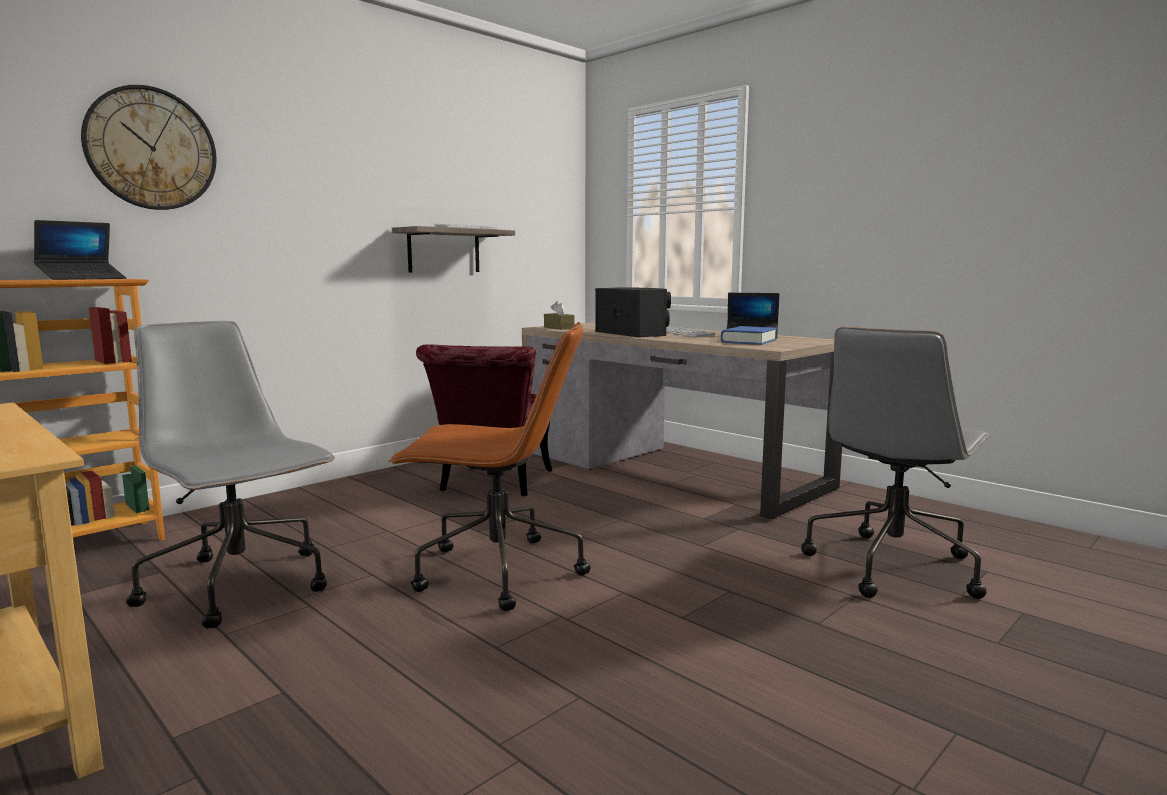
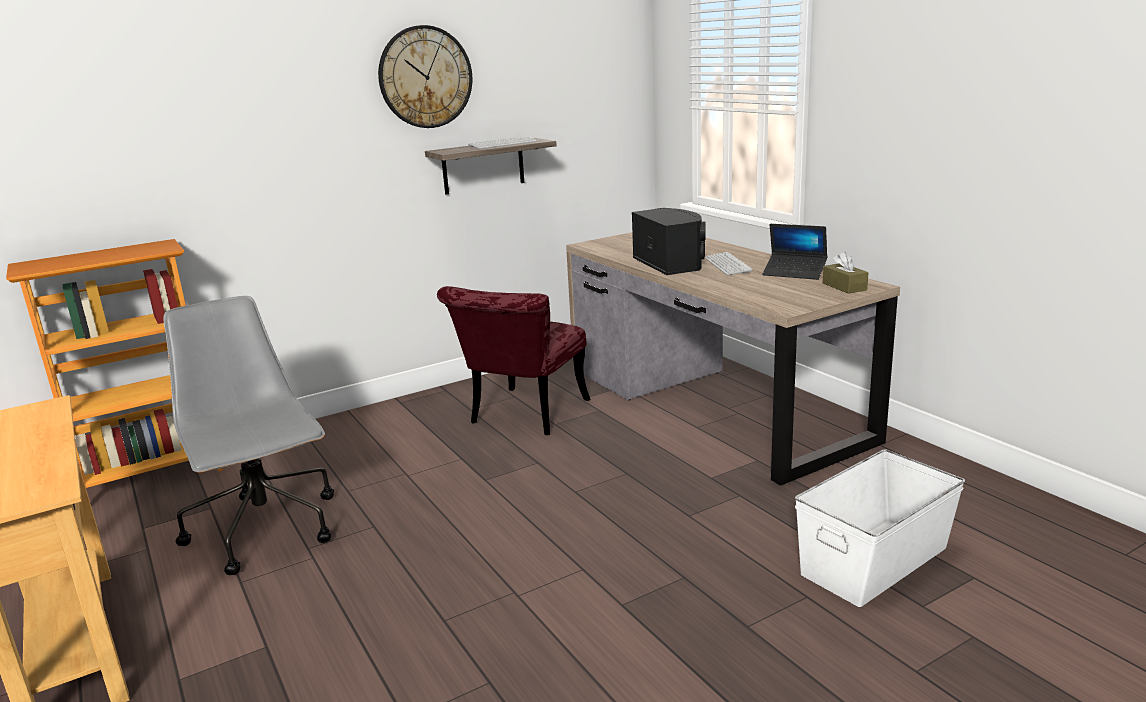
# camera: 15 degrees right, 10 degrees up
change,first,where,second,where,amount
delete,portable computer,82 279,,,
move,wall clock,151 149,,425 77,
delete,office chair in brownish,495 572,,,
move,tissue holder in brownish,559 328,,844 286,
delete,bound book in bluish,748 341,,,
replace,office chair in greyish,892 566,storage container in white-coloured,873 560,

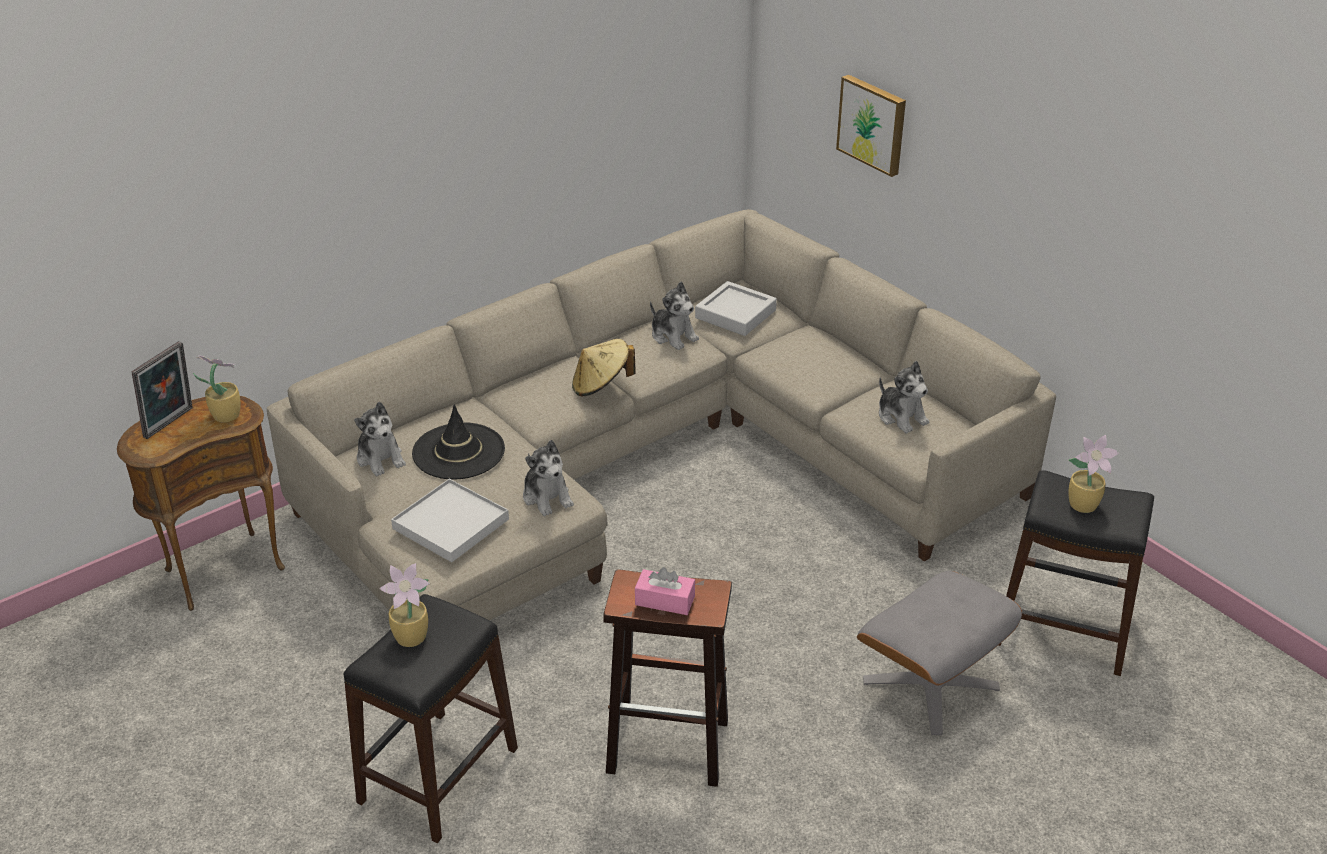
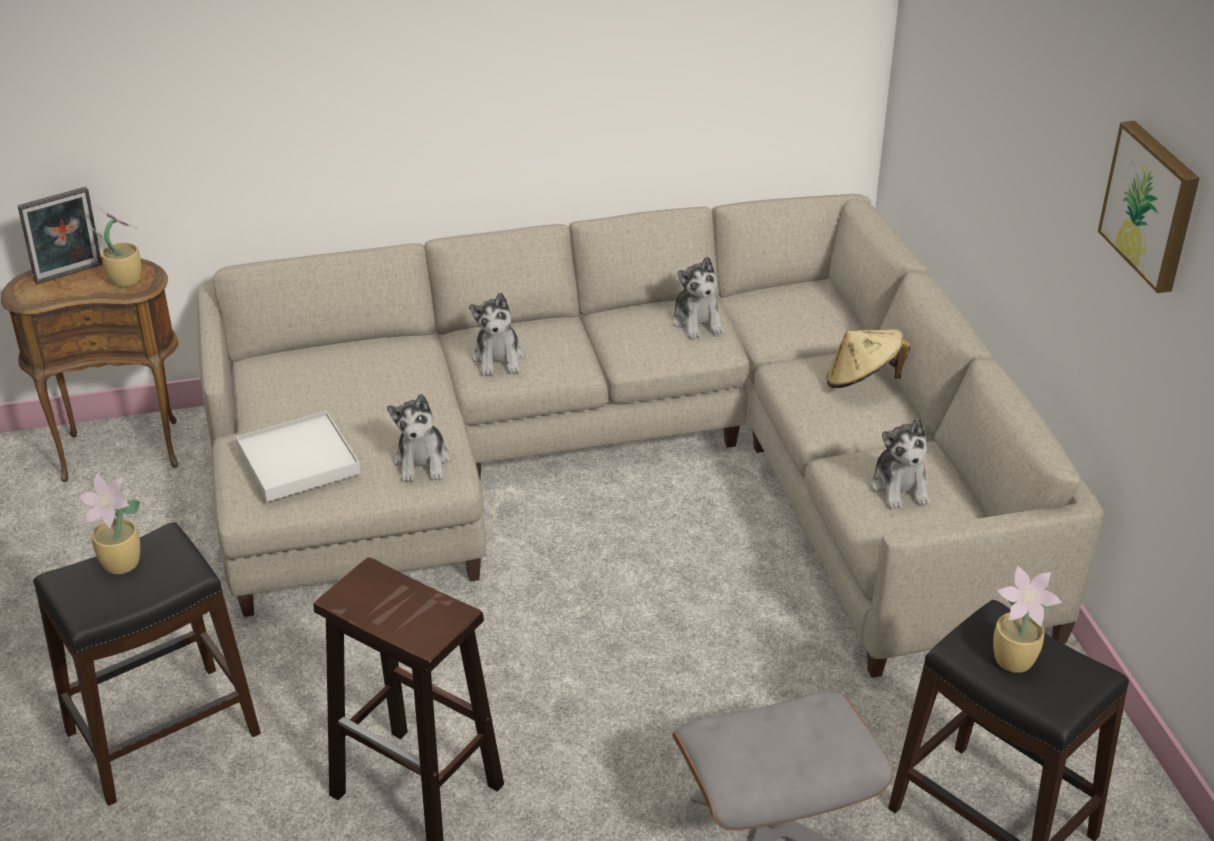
# camera: 25 degrees right, 0 degrees up
change,first,where,second,where,amount
move,plush toy,380 458,,498 358,
delete,wearable hat in blackish,458 452,,,
move,wearable hat in beige-coloured,601 386,,862 381,
delete,tissue holder in pink-coloured,665 600,,,
delete,serving tray in greyish,735 314,,,
move,wall picture,873 124,,1153 205,

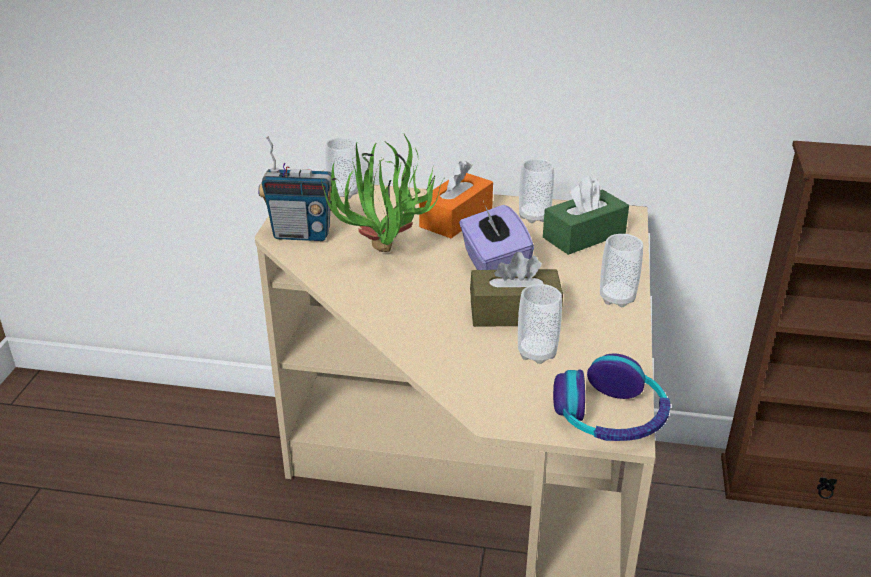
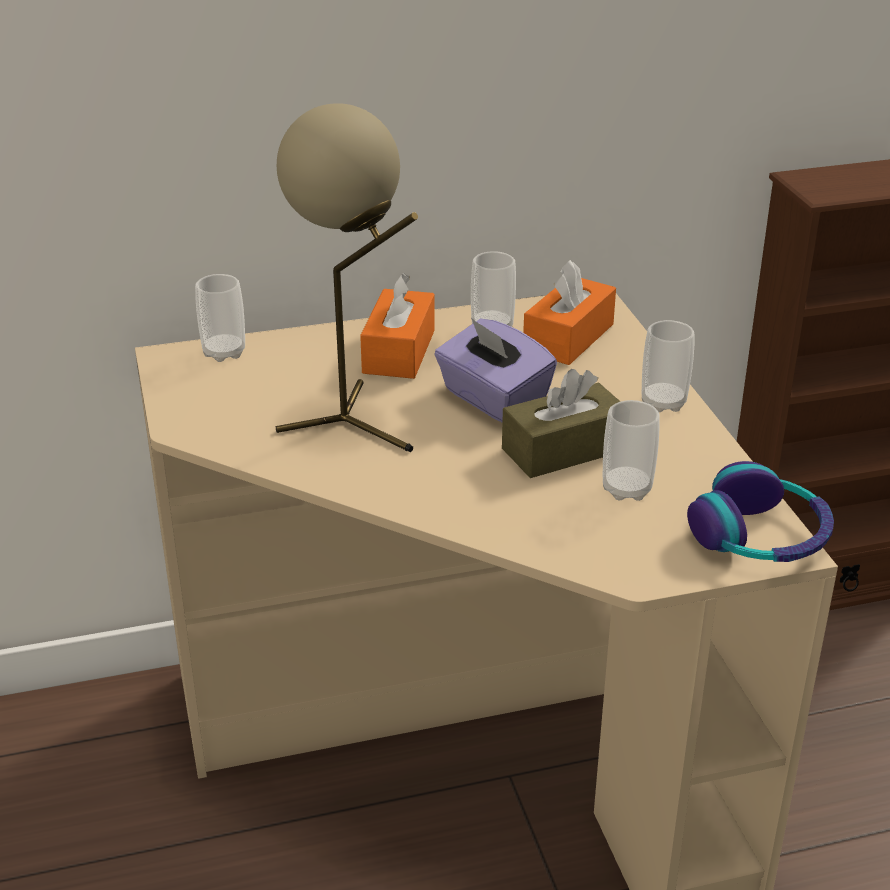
# camera: 25 degrees left, 0 degrees up
change,first,where,second,where,amount
delete,radio receiver,302 234,,,
replace,potted plant,385 259,lamp for a table in beige-coloured,353 424,
recolor,tissue holder in greenish,584 235,tissue holder in orange-coloured,568 338,

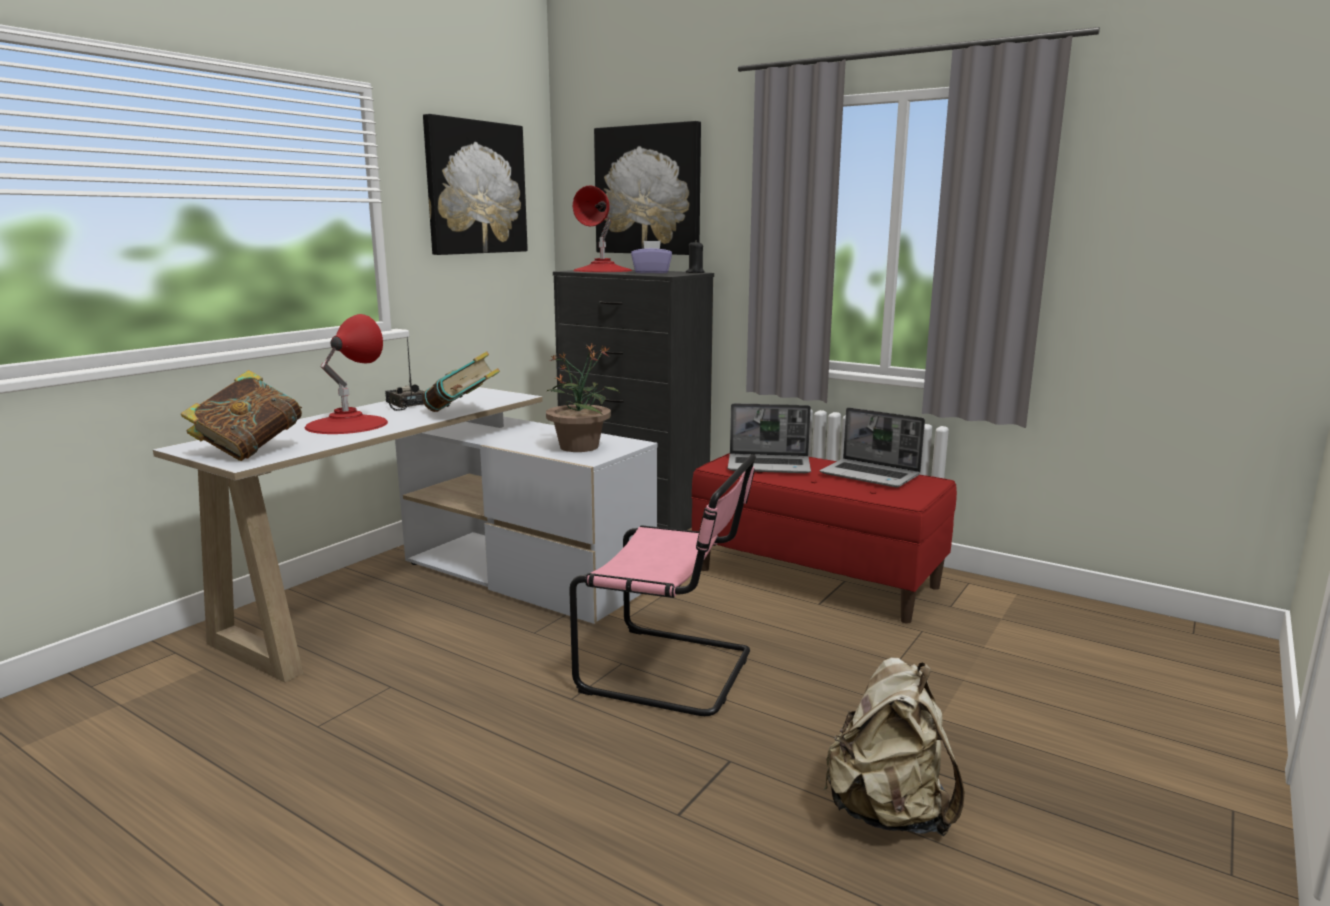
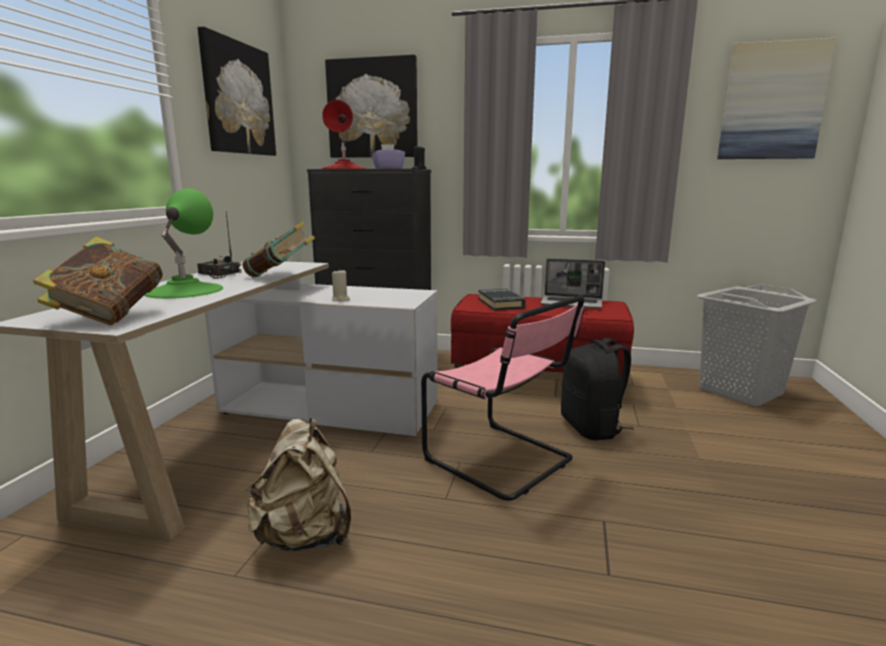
# camera: 20 degrees left, 0 degrees up
change,first,where,second,where,amount
recolor,lamp for a table in red-coloured,346 424,lamp for a table in greenish,184 290,
delete,potted plant,579 446,,,
rotate,upright chair in pink-coloured,673 671,,503 461,45 degrees clockwise
replace,portable computer,770 465,bound book in blackish,501 303,
move,backpack in beige-coloured,888 812,,304 536,
insert,,,wax light in beige-coloured,340 299,
insert,,,backpack in blackish,592 428,
insert,,,washing basket in greyish,741 392,
insert,,,wall picture,772 102,

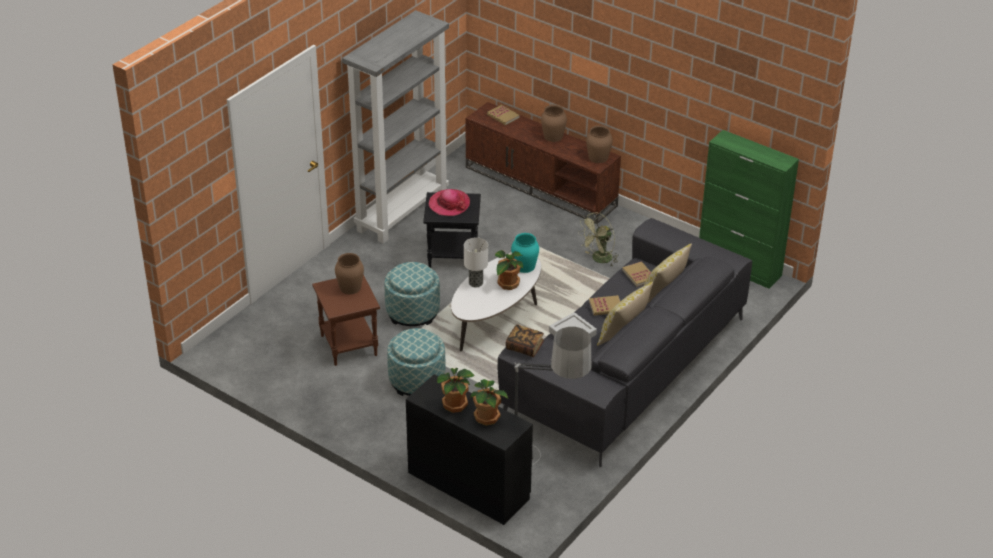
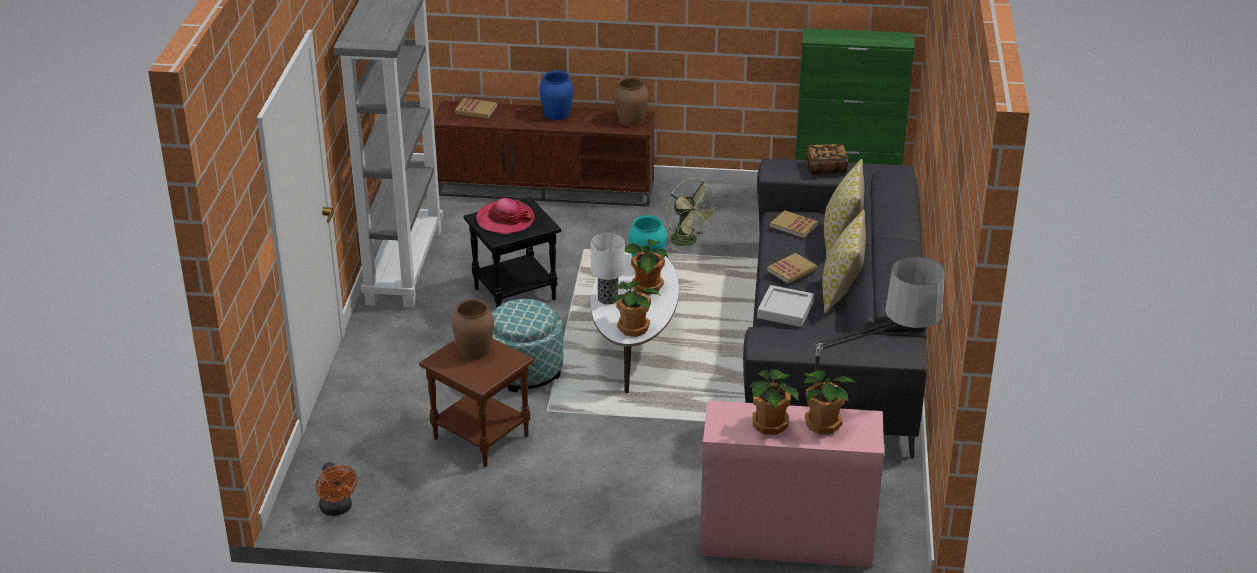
# camera: 30 degrees left, 5 degrees down
change,first,where,second,where,amount
delete,ottoman,417 380,,,
recolor,desk table in blackish,468 485,desk table in pink-coloured,785 540,
move,bound book,524 347,,826 167,
recolor,vase in brownish,553 136,vase in bluish,557 113,
rotate,fan in greenish,599 260,,688 241,60 degrees counterclockwise
insert,,,fan in orange-coloured,337 509,
insert,,,potted plant,634 328,

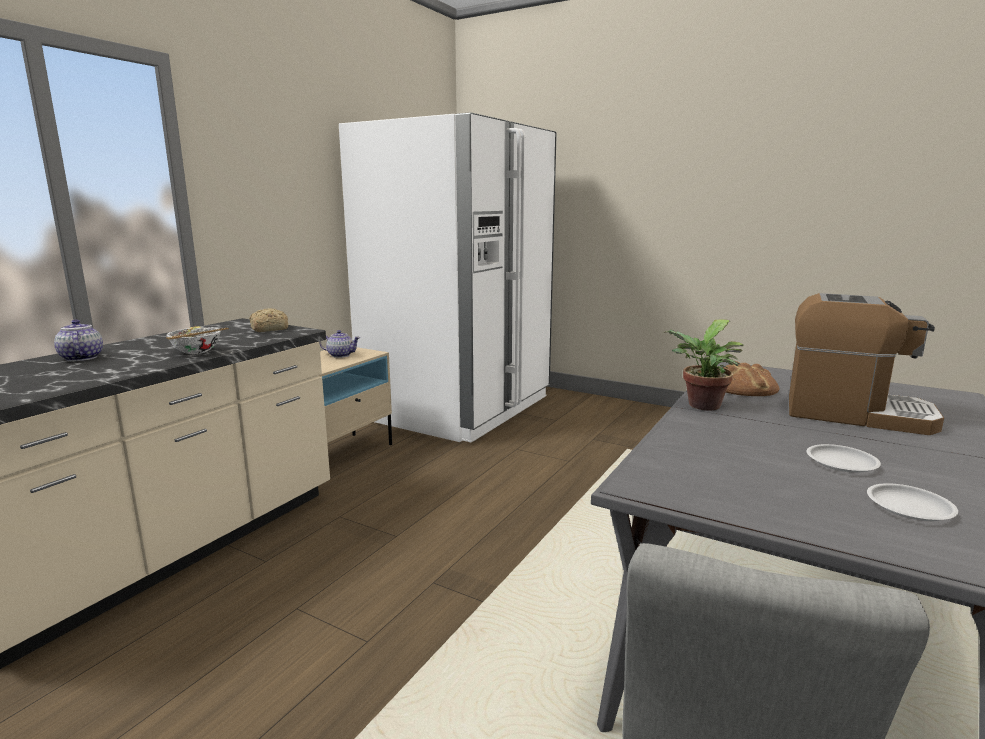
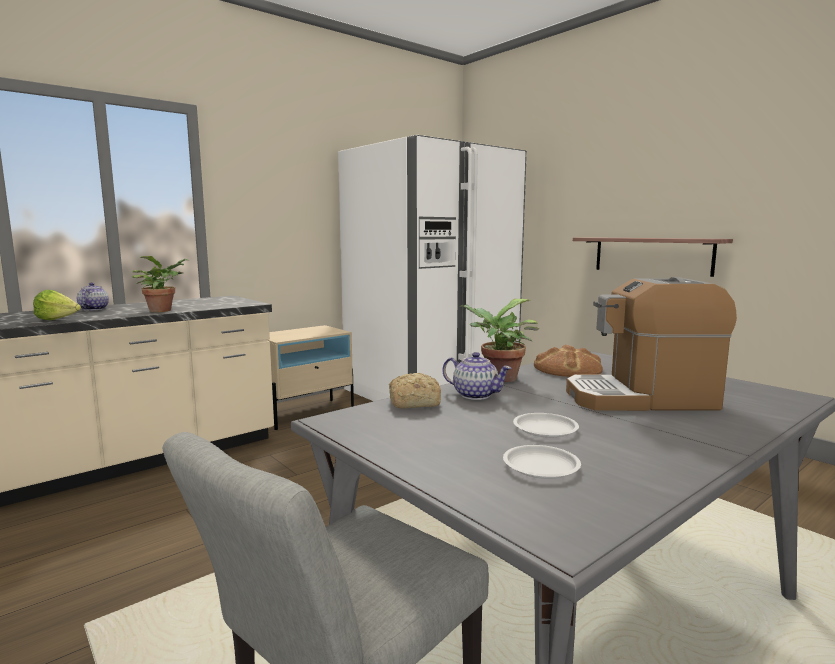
# camera: 20 degrees right, 5 degrees down
change,first,where,second,where,amount
replace,deep dish,197 352,potted plant,163 310,
move,bakery bread,268 329,,412 403,
move,pot for tea,340 355,,475 395,
rotate,coffee machine,854 414,,641 398,135 degrees clockwise
insert,,,lettuce head,58 320,
insert,,,wall shelf,651 255,

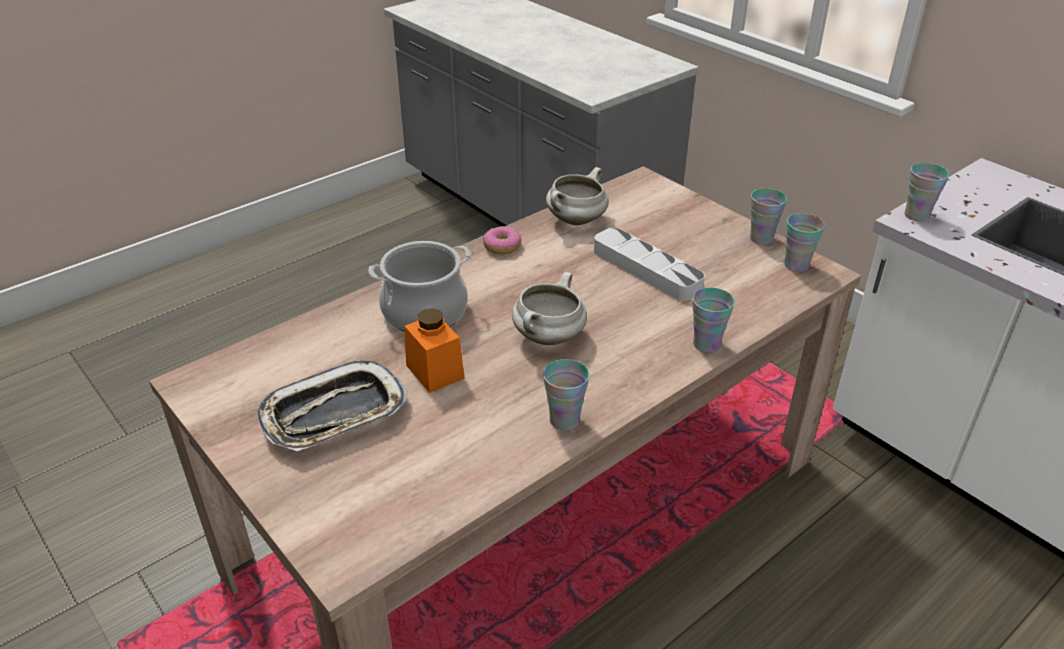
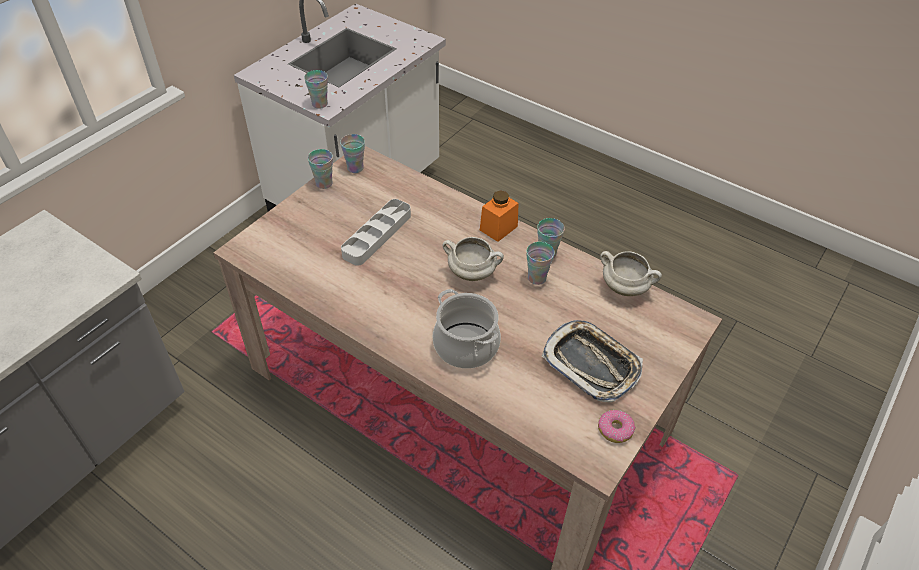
# camera: 105 degrees left, 10 degrees up
change,first,where,second,where,amount
move,jar in orange-coloured,435 372,,498 228,
move,doughnut,502 246,,615 429,
move,saucepot in white-coloured,576 221,,625 287,
move,cup,706 344,,537 278,

